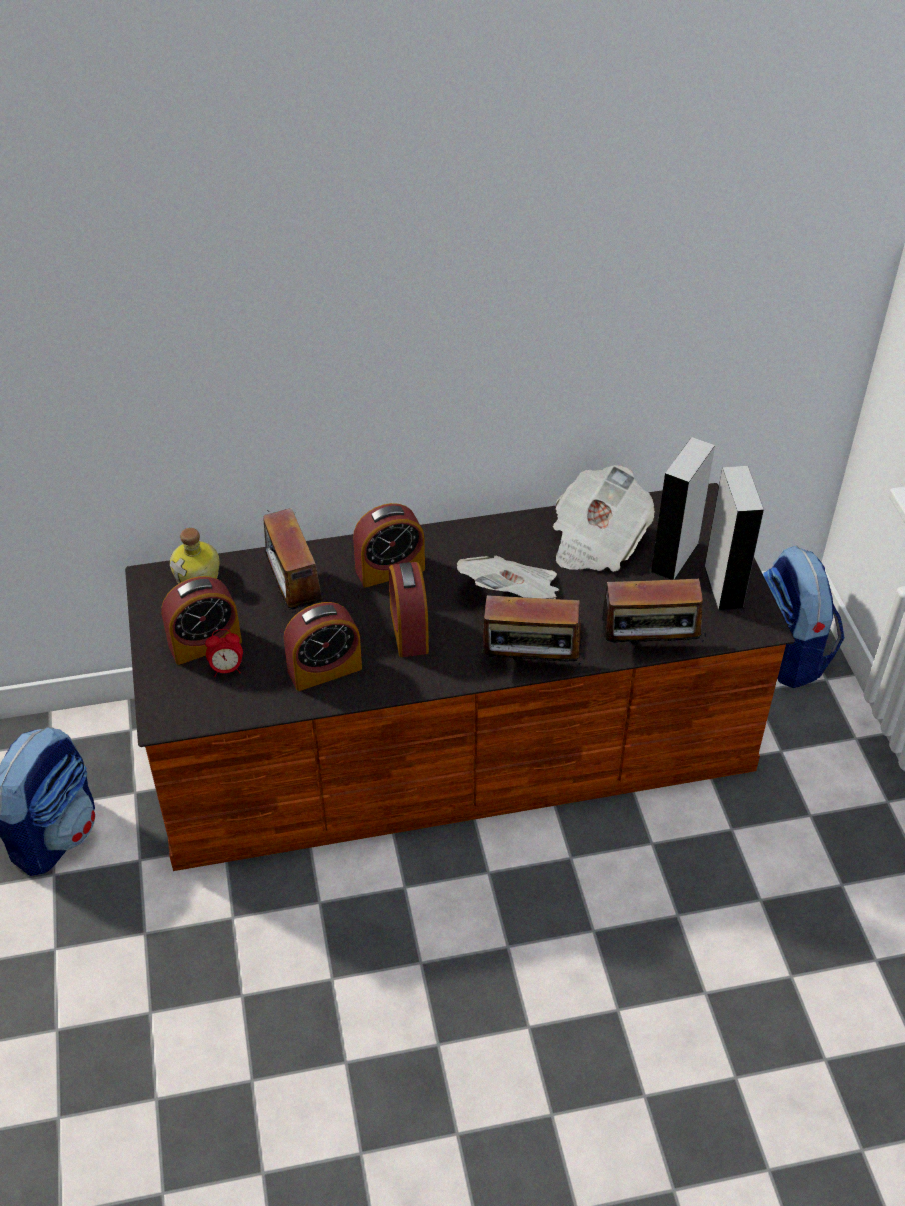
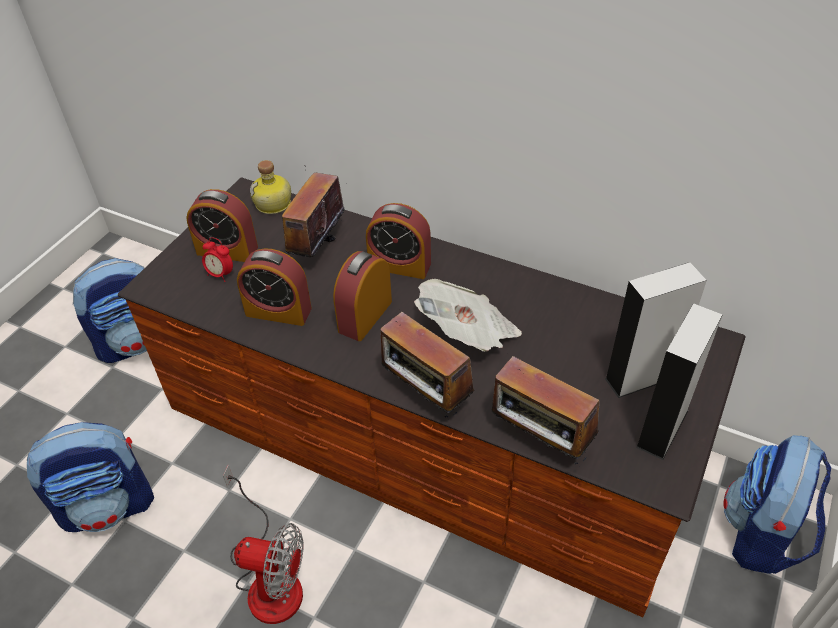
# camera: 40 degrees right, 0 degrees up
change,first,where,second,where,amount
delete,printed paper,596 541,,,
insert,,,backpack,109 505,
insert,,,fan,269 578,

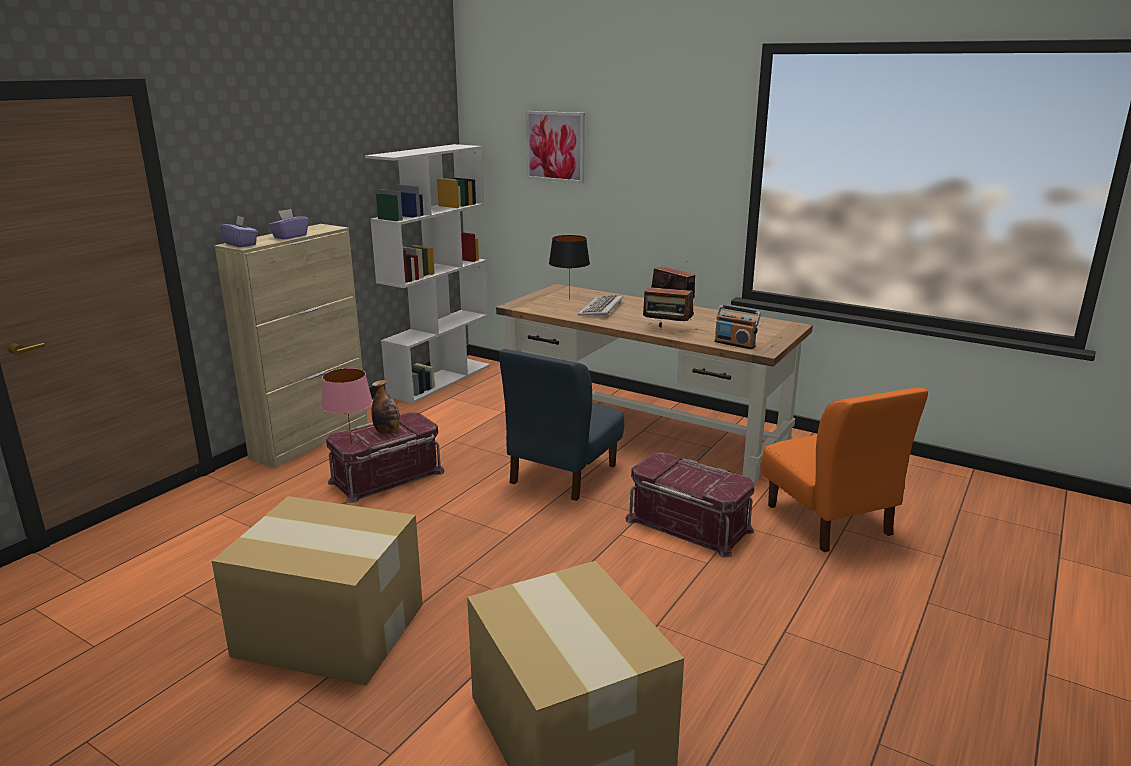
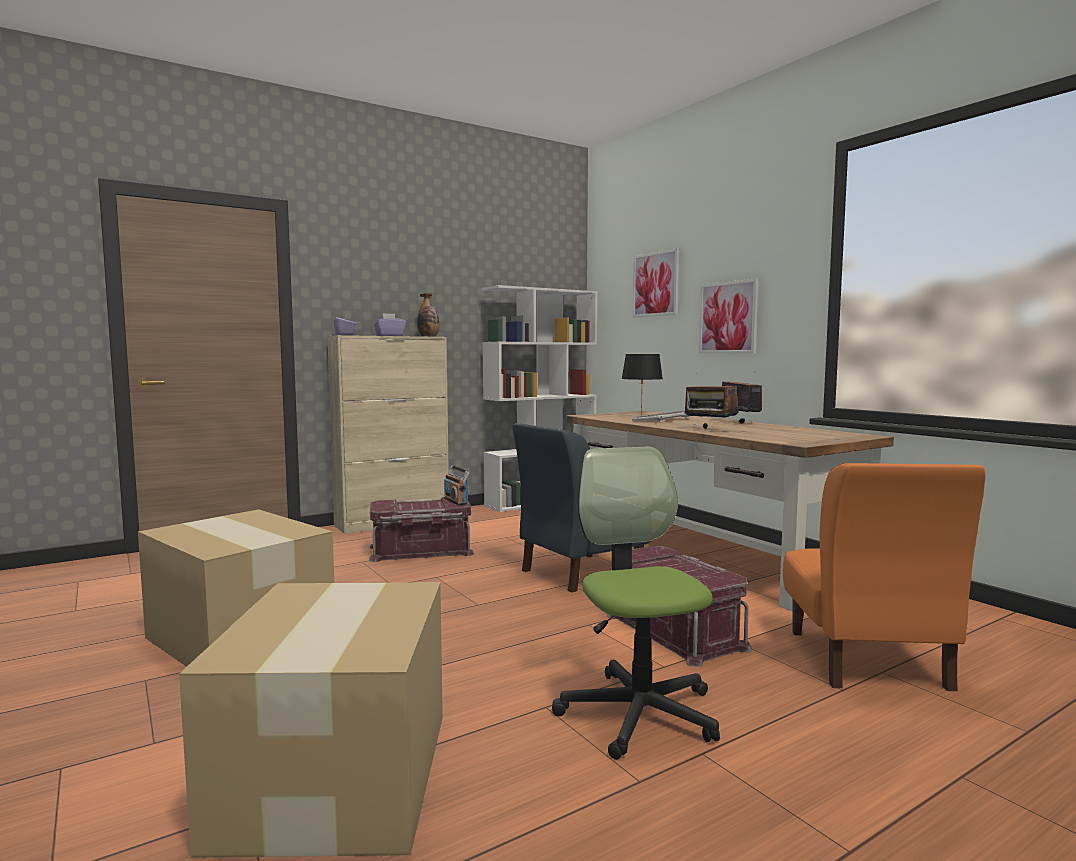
# camera: 25 degrees right, 15 degrees down
change,first,where,second,where,amount
delete,lamp for a table in pink-coloured,351 445,,,
move,bottle,387 432,,429 336,
move,radio receiver,735 344,,456 501,
insert,,,office chair,639 713,
insert,,,wall picture,728 317,

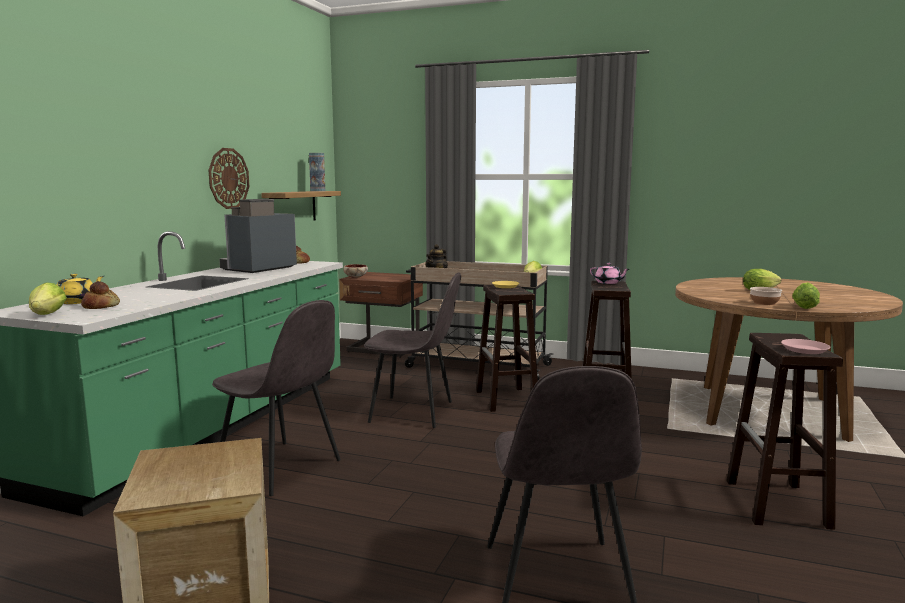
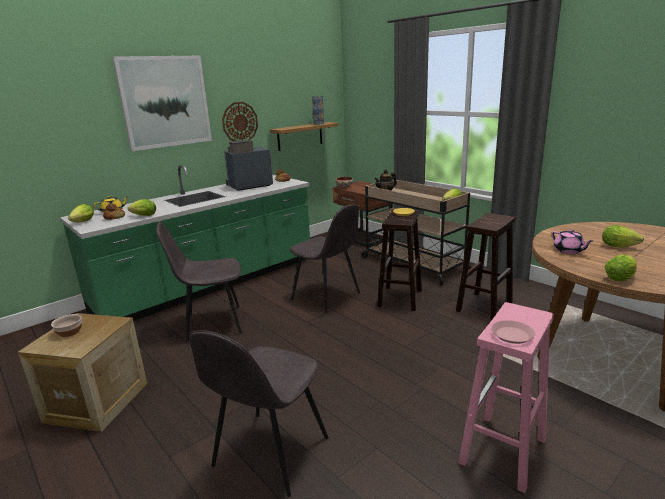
# camera: 30 degrees right, 10 degrees up
change,first,where,second,where,amount
rotate,upright chair in greyish,281 468,,212 323,105 degrees clockwise
move,pot for tea in pink-coloured,608 283,,569 251,
recolor,stool in brownish,777 504,stool in pink-coloured,503 452,
move,deep dish,765 303,,69 332,
insert,,,wall picture,165 102,
insert,,,lettuce head,143 216,

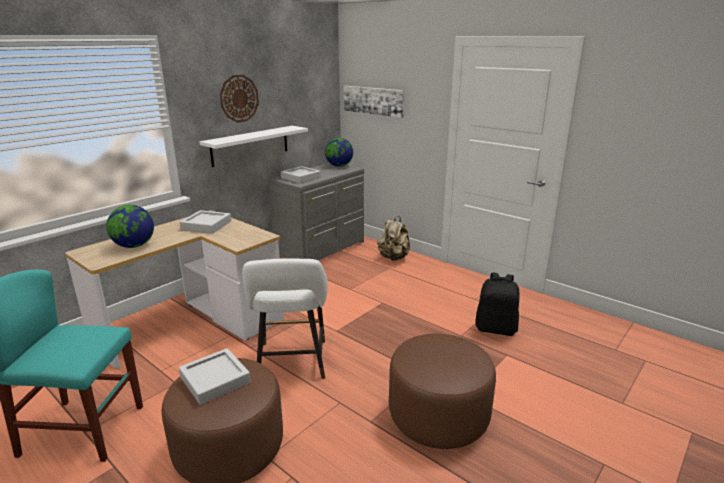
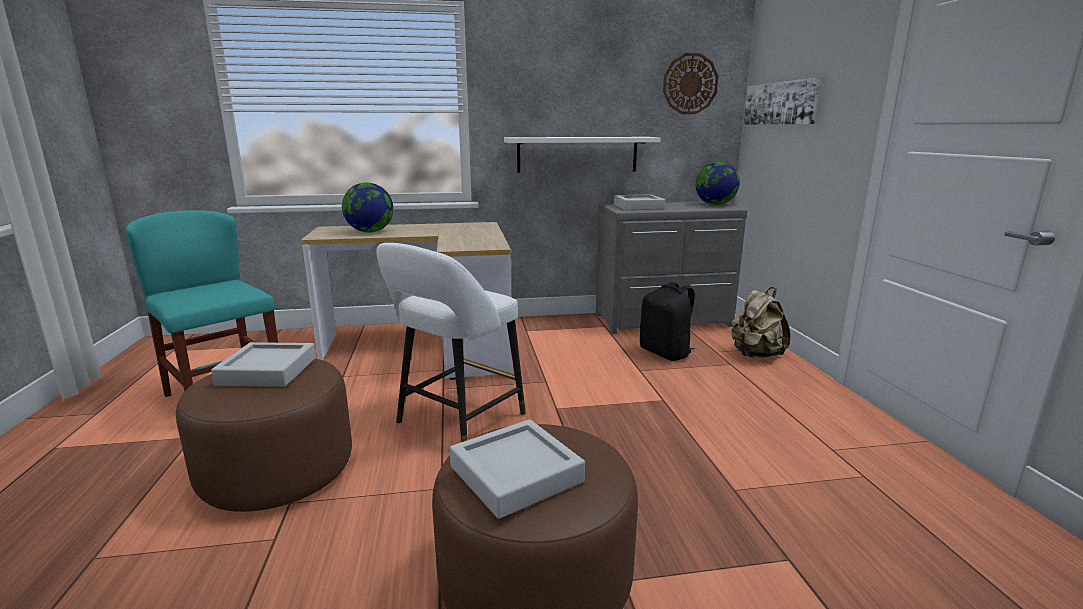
# camera: 40 degrees right, 5 degrees down
change,first,where,second,where,amount
move,serving tray in greyish,206 225,,516 474,
move,wall clock,239 98,,690 84,
move,backpack in blackish,496 329,,666 353,

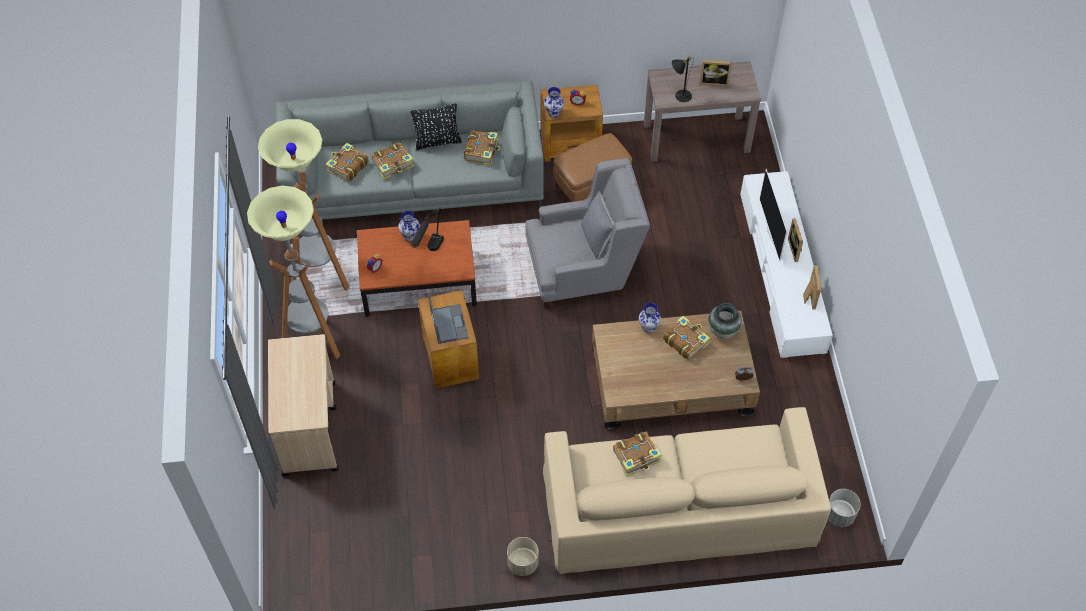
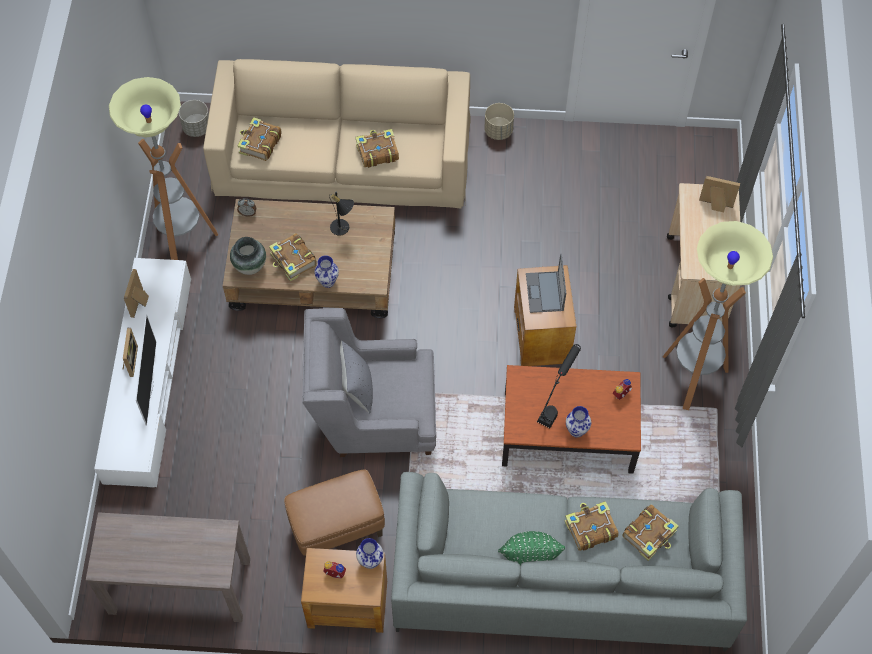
# camera: 170 degrees left, 5 degrees up
change,first,where,second,where,amount
move,standing lamp,321 277,,183 244,
recolor,throw pillow in blackish,437 141,throw pillow in greenish,529 557,
move,bound book,482 151,,259 144,
move,lamp for a table in blackish,680 95,,343 229,
move,standing frame,713 81,,715 206,

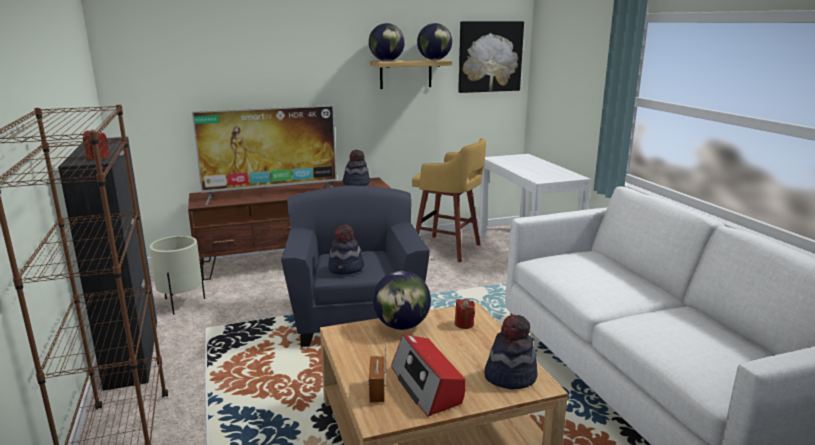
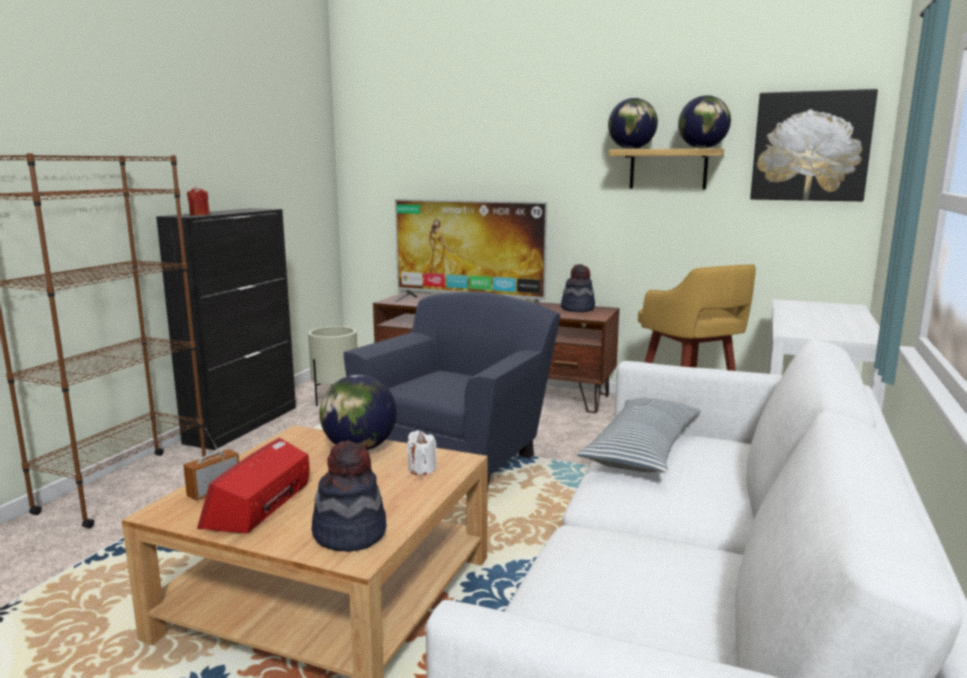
# camera: 40 degrees right, 5 degrees down
change,first,where,second,where,amount
delete,wearable hat,346 269,,,
recolor,wax light in red-coloured,464 324,wax light in white-coloured,421 469,
insert,,,throw pillow,642 450,

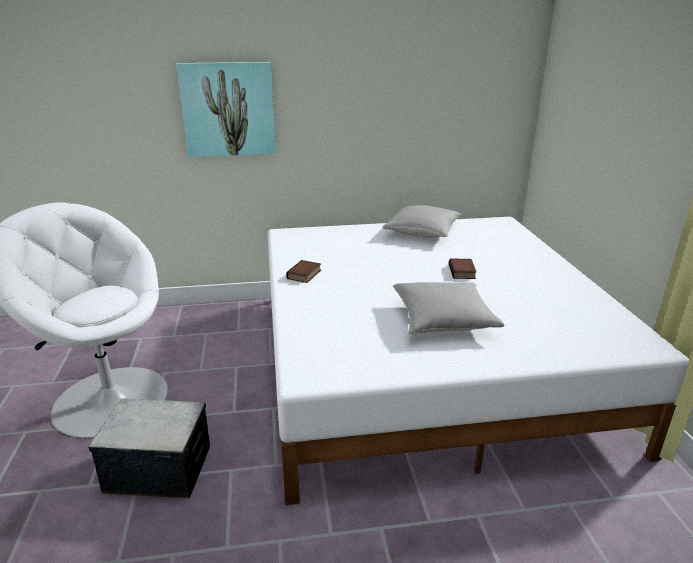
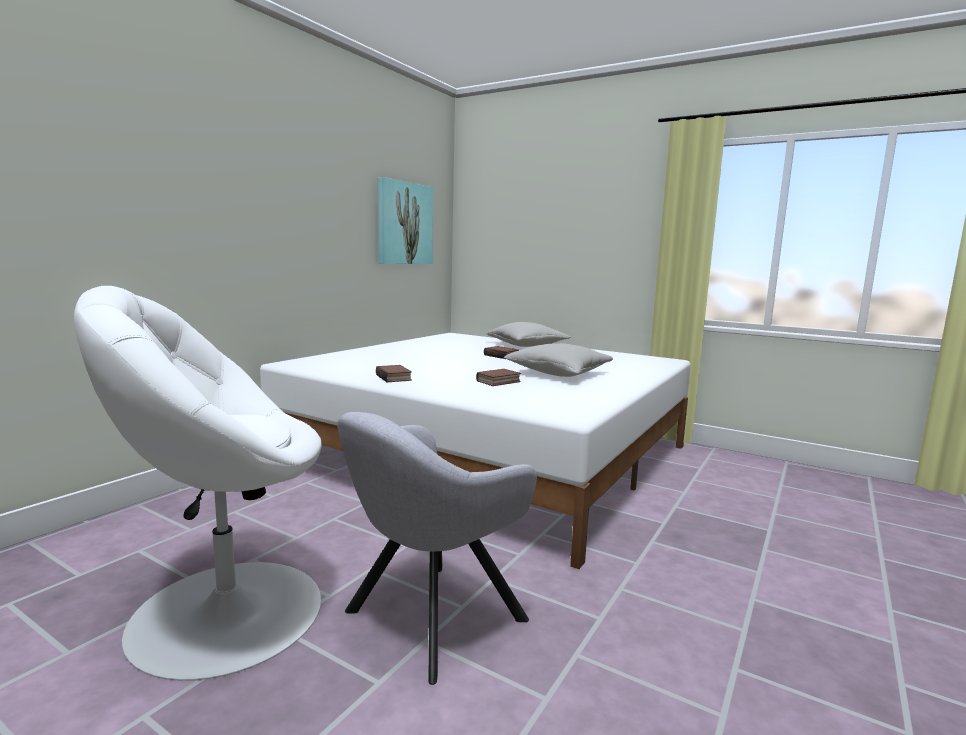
# camera: 50 degrees left, 15 degrees down
change,first,where,second,where,amount
replace,storage container,159 469,lounge chair in greyish,427 620,
move,wall picture,228 110,,405 223,
move,throw pillow in greyish,422 232,,527 345,
insert,,,bound book,498 382,

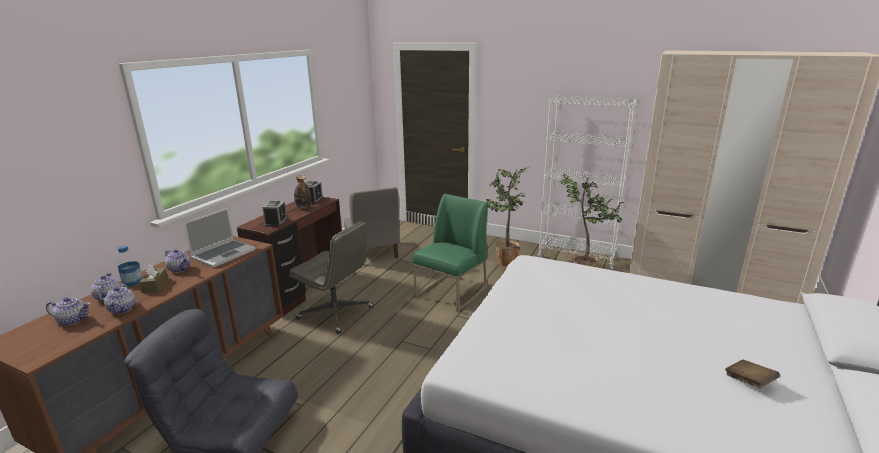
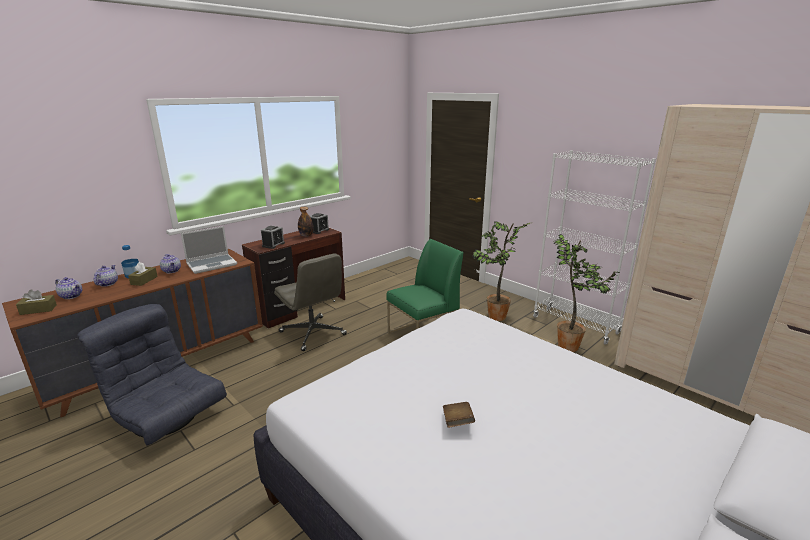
# camera: 20 degrees right, 0 degrees up
change,first,where,second,where,amount
delete,pot for tea,123 309,,,
delete,upright chair in greyish,373 252,,,
move,bound book in brownish,749 381,,457 422,
insert,,,tissue holder in brownish,38 310,

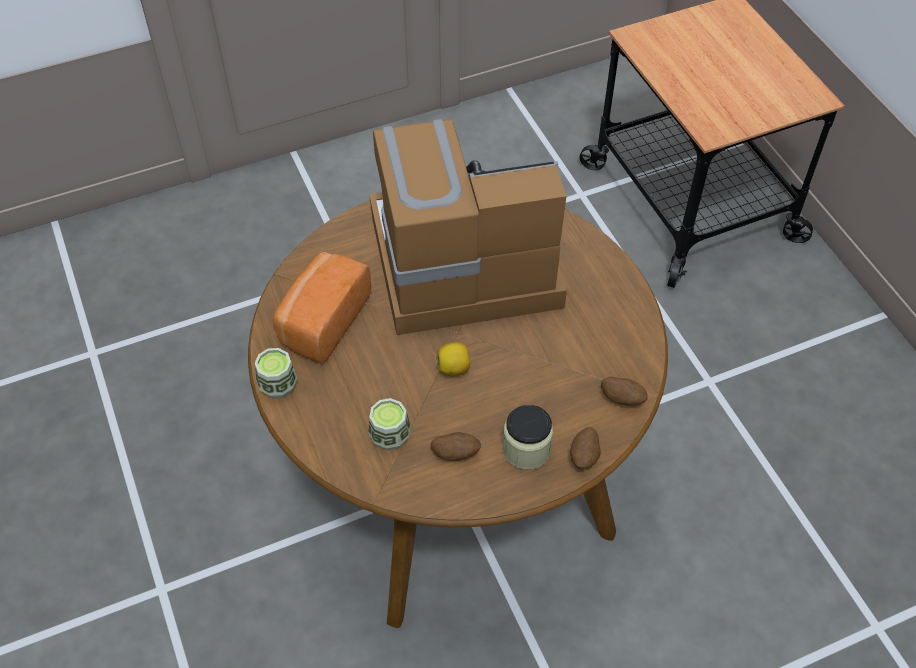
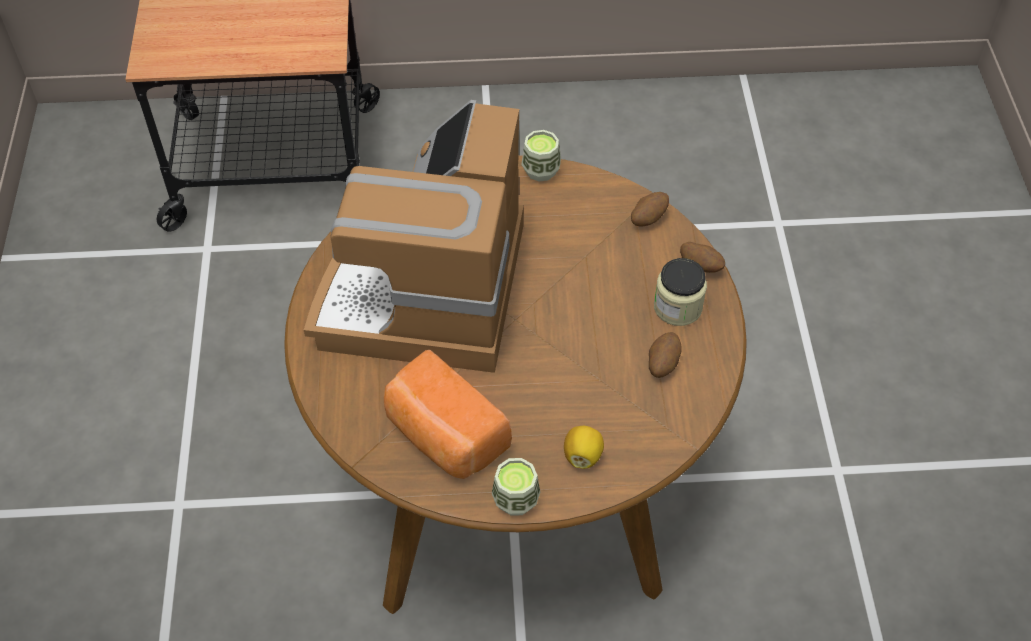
# camera: 70 degrees left, 0 degrees up
change,first,where,second,where,amount
move,cup,390 436,,541 170,
move,citrus fruit,454 368,,583 455,

